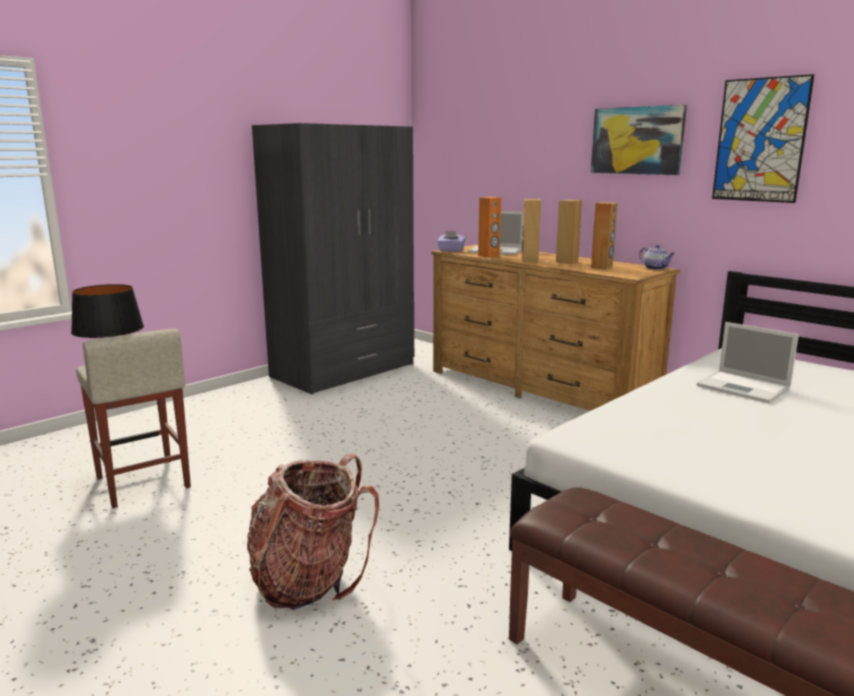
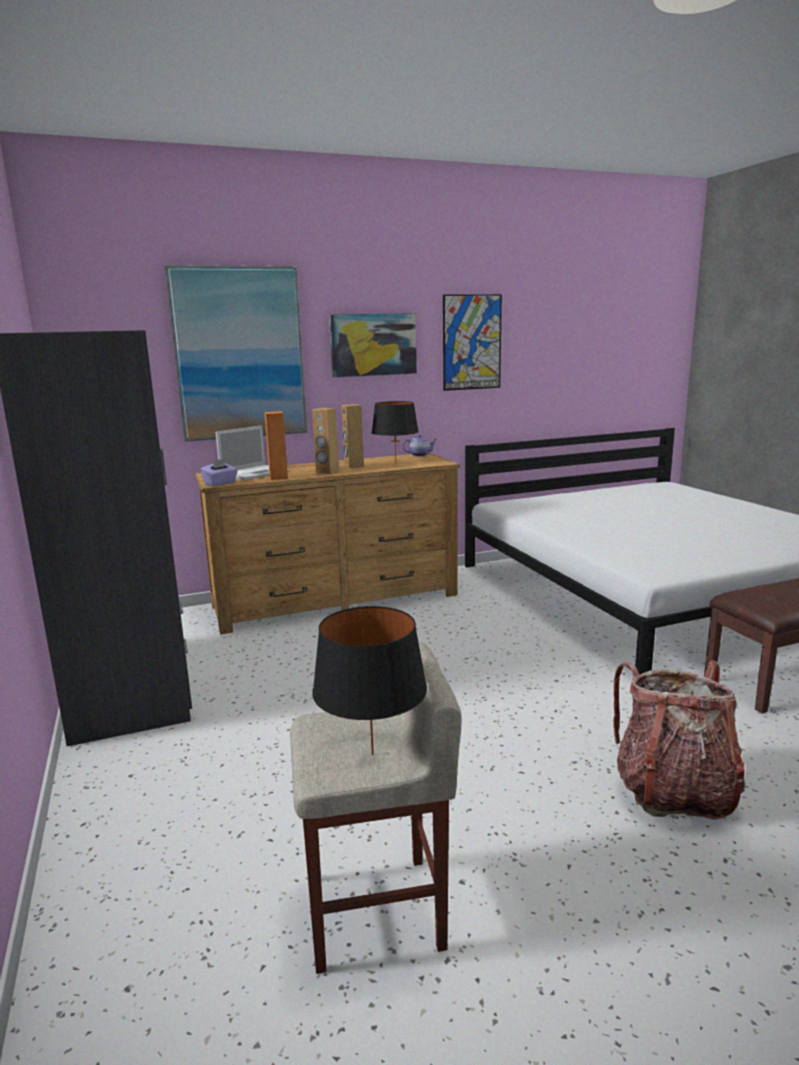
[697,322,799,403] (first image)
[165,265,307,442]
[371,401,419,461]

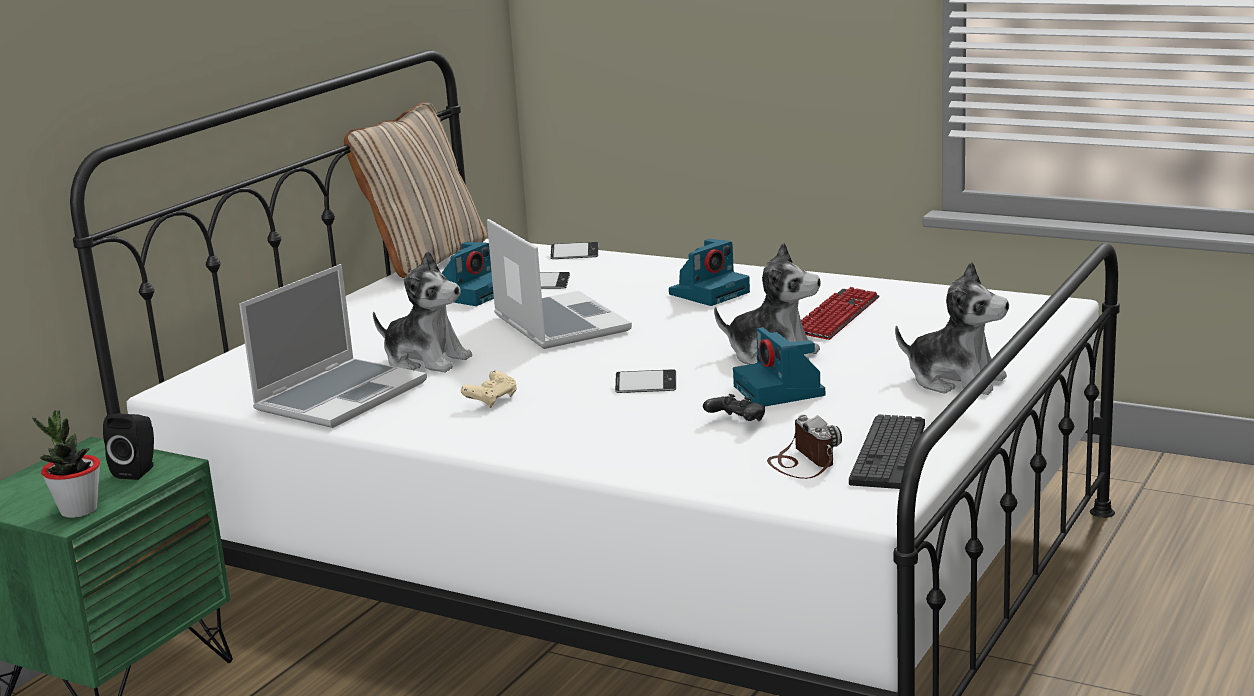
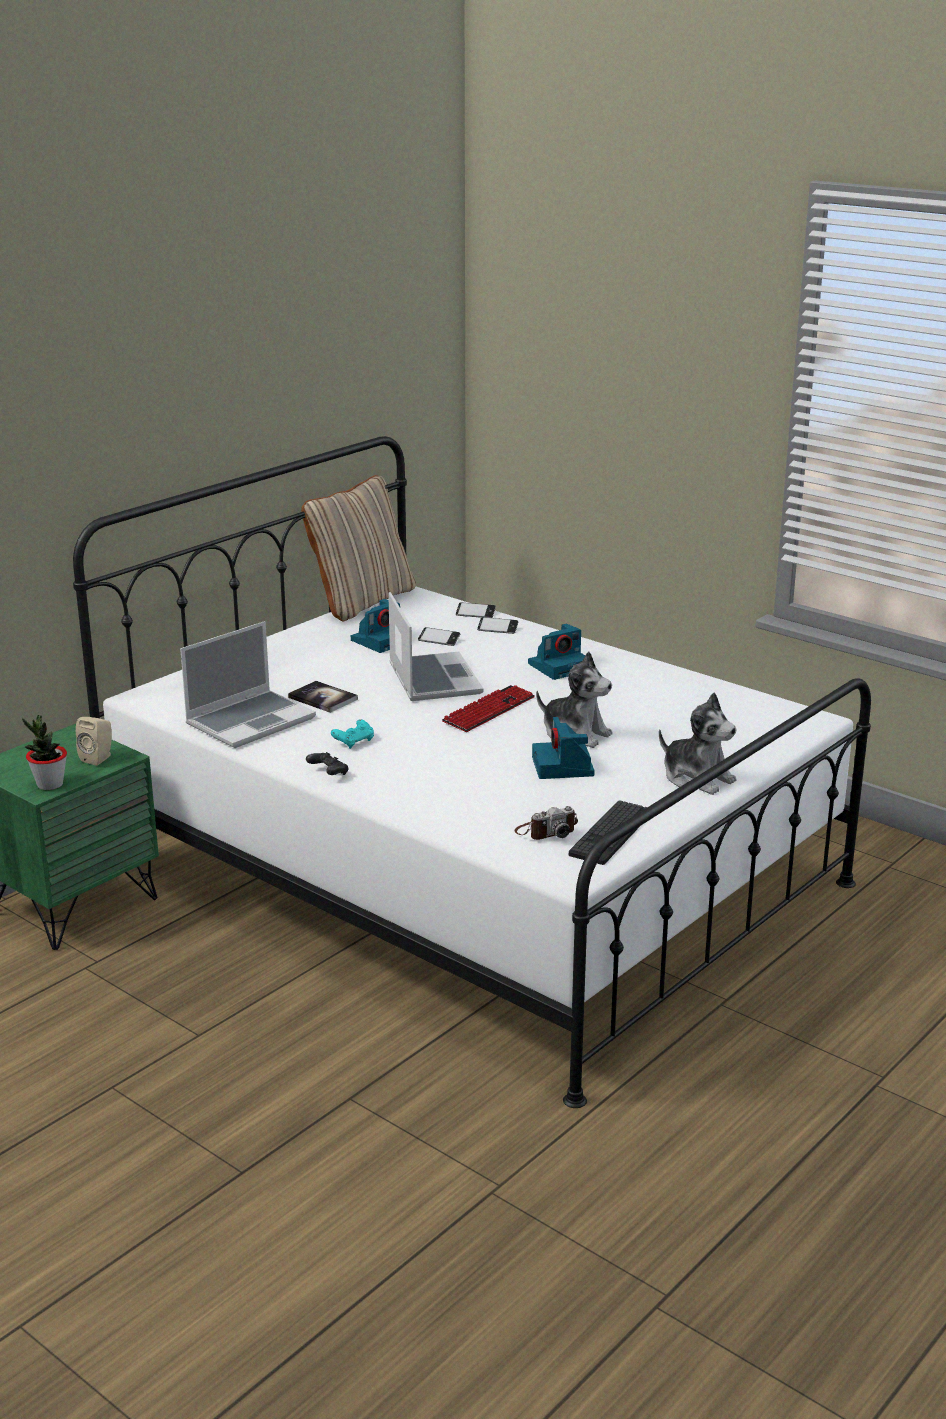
[477,617,518,634]
[306,752,349,775]
[442,685,535,732]
[288,681,358,713]
[76,717,112,766]
[331,719,374,749]
[514,806,578,840]

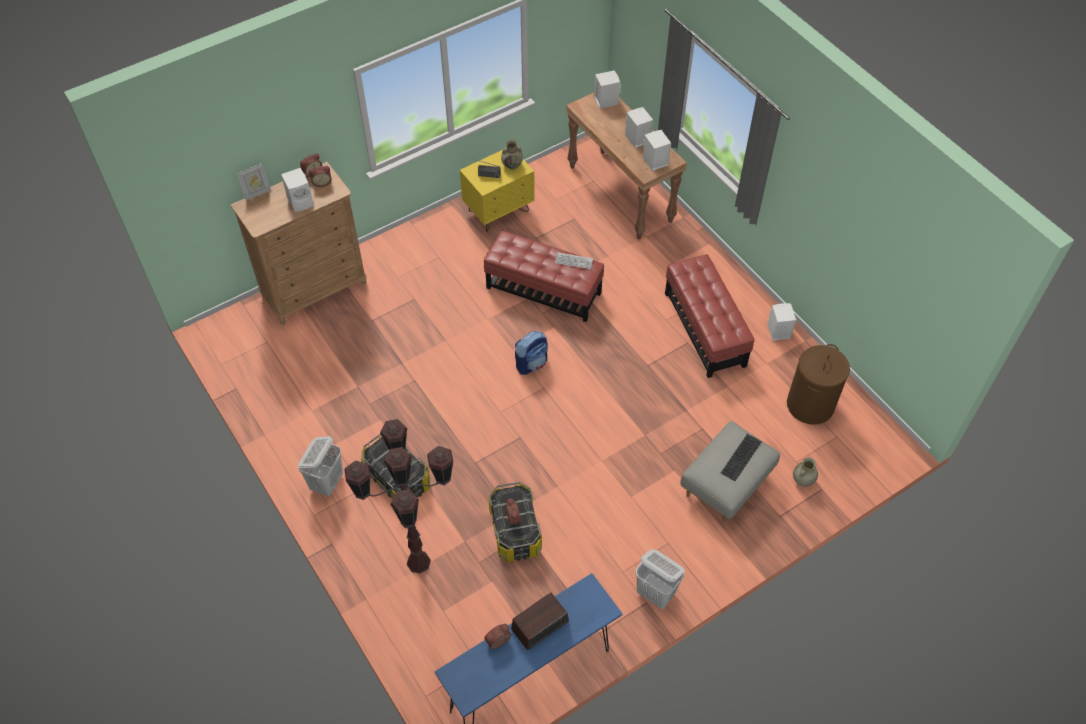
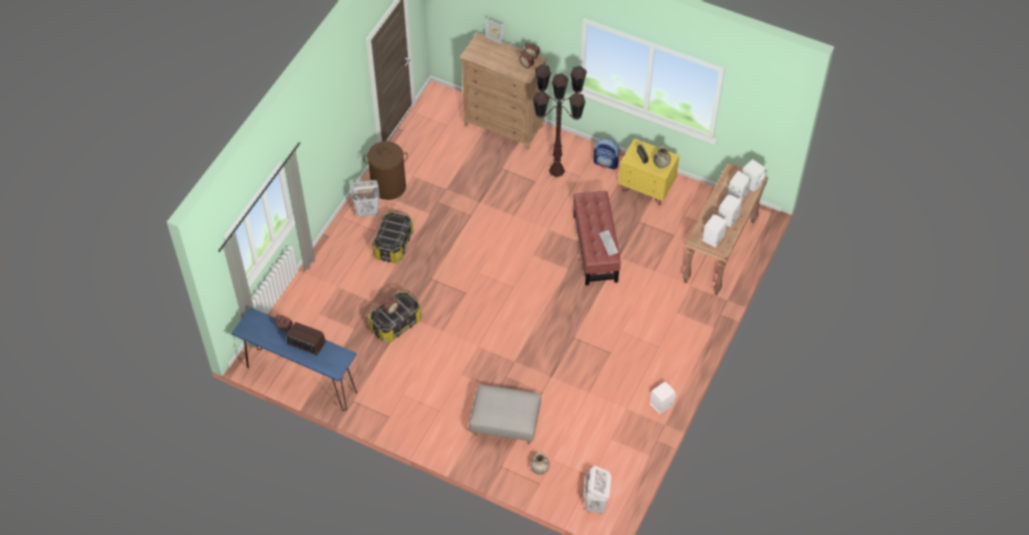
[665,254,754,378] (first image)
[721,434,762,481] (first image)
[728,171,752,201]
[533,64,587,177]
[593,139,620,170]
[584,466,611,514]
[363,141,408,200]

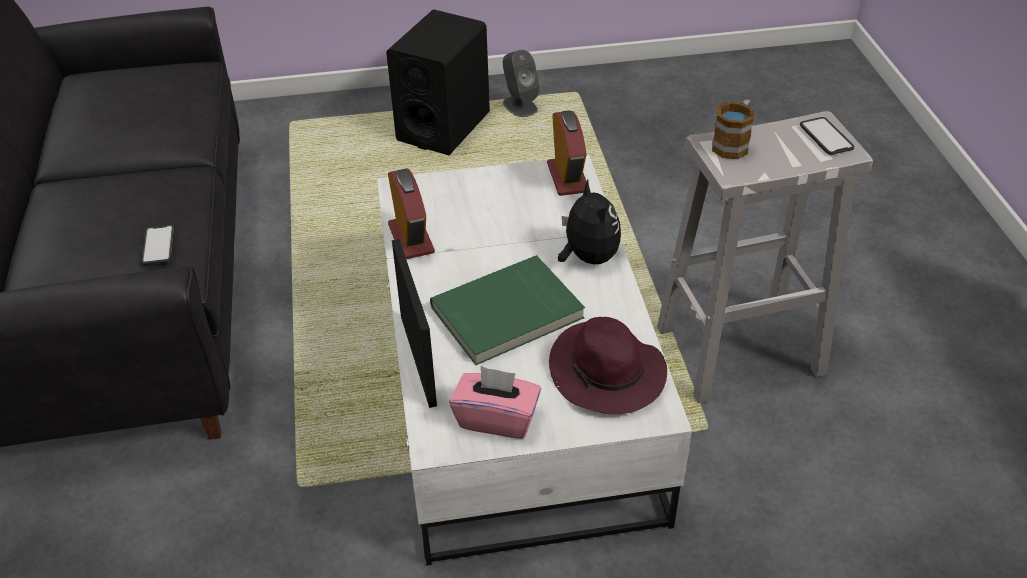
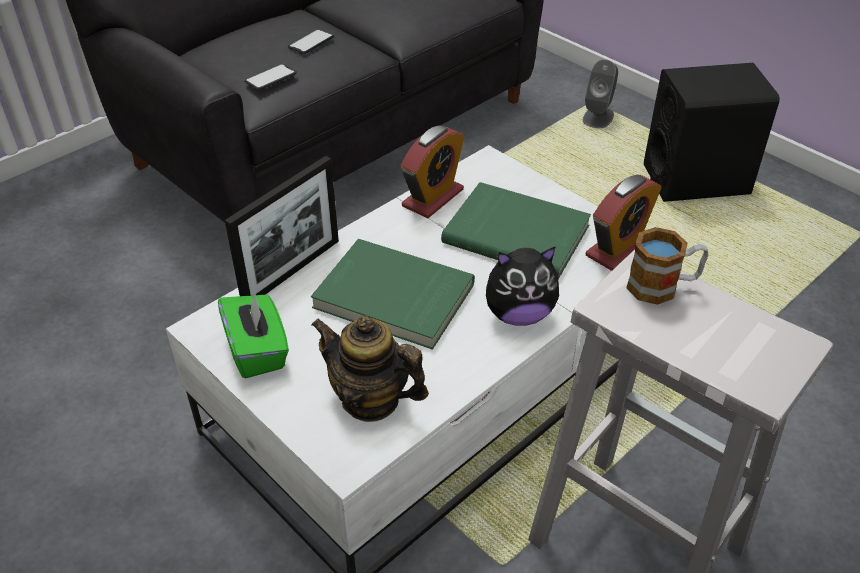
[441,182,591,279]
[583,59,618,128]
[288,29,334,54]
[311,316,429,422]
[218,290,289,378]
[486,246,559,326]

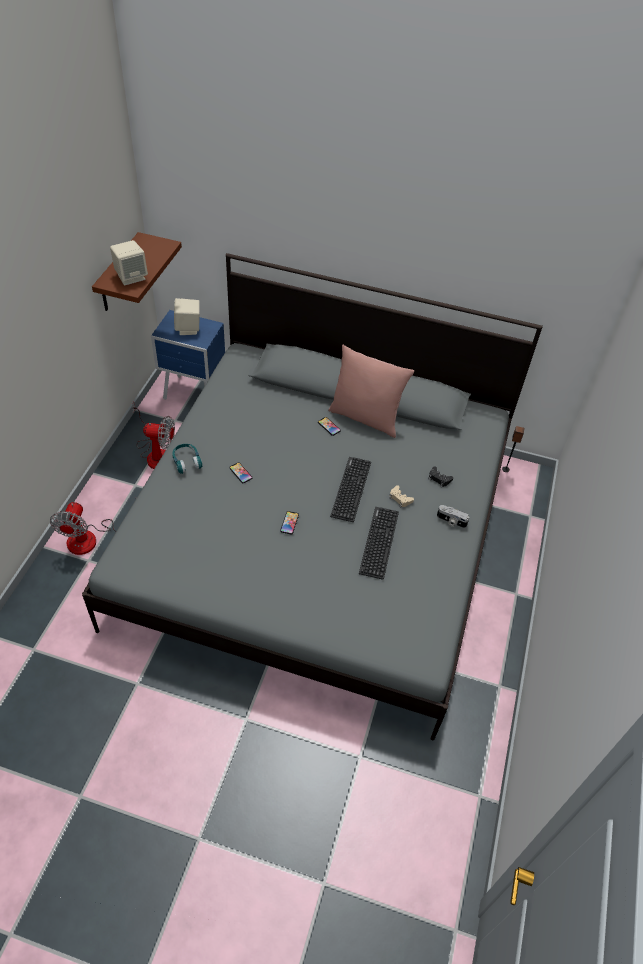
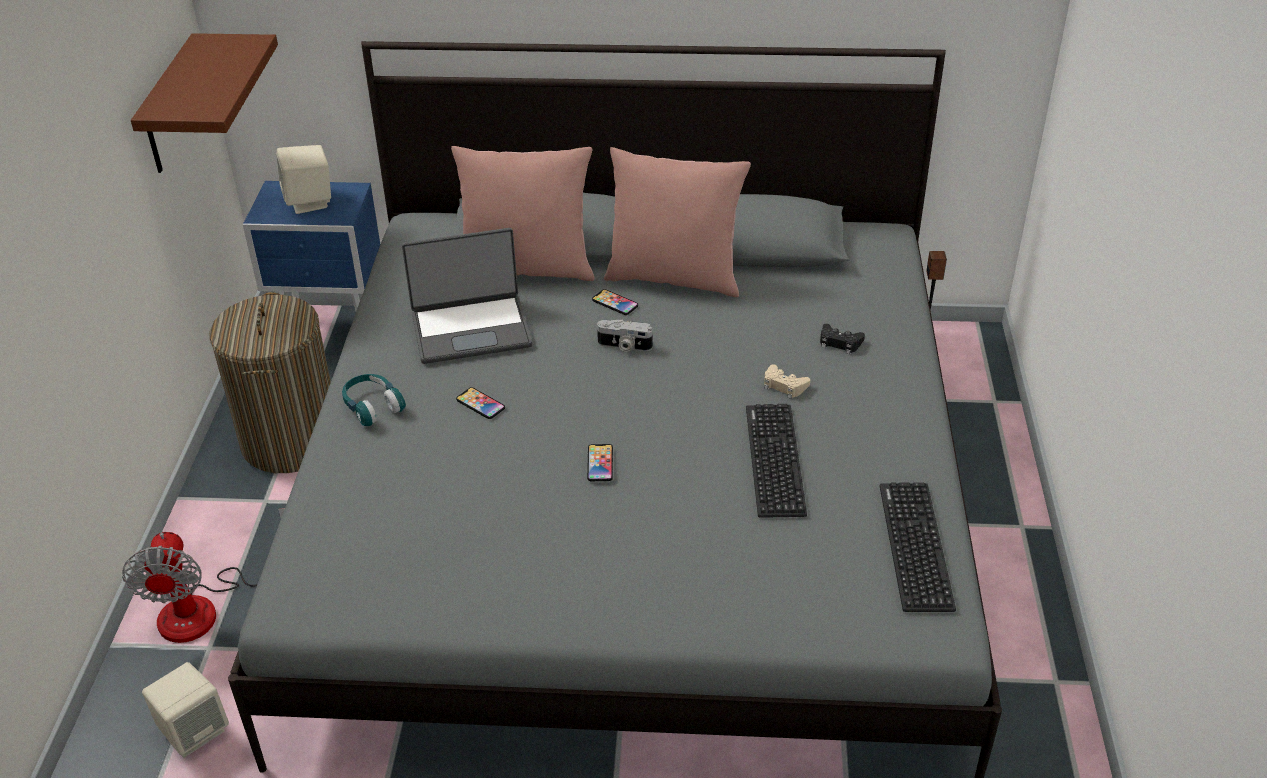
[402,228,532,364]
[451,146,595,281]
[142,662,229,758]
[879,482,956,612]
[597,319,653,352]
[210,292,331,473]

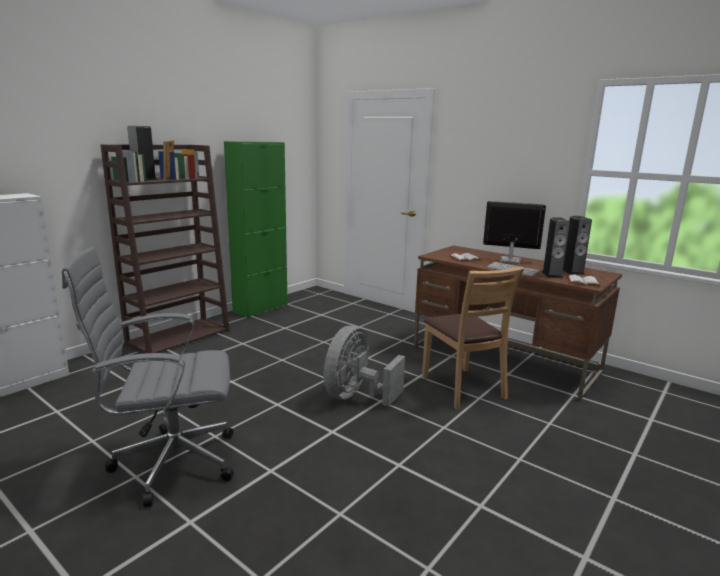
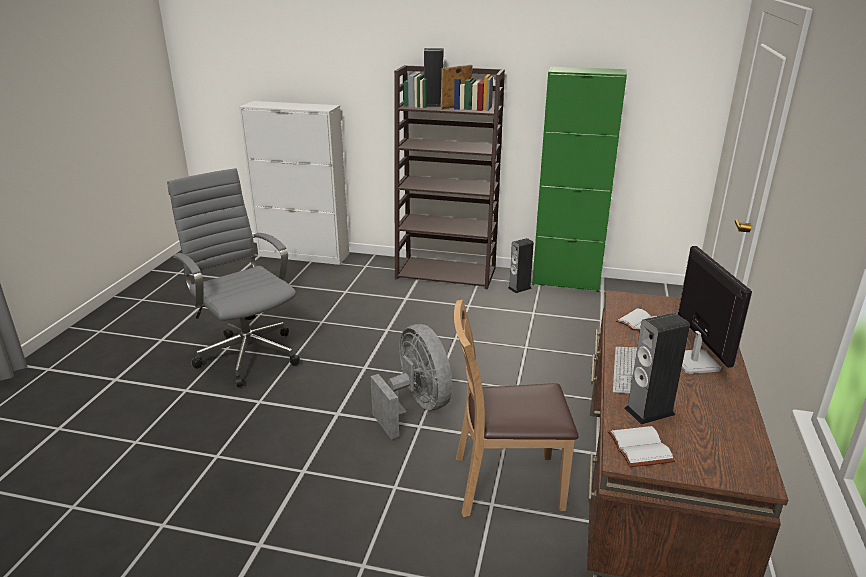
[508,238,534,293]
[371,324,452,439]
[454,300,579,517]

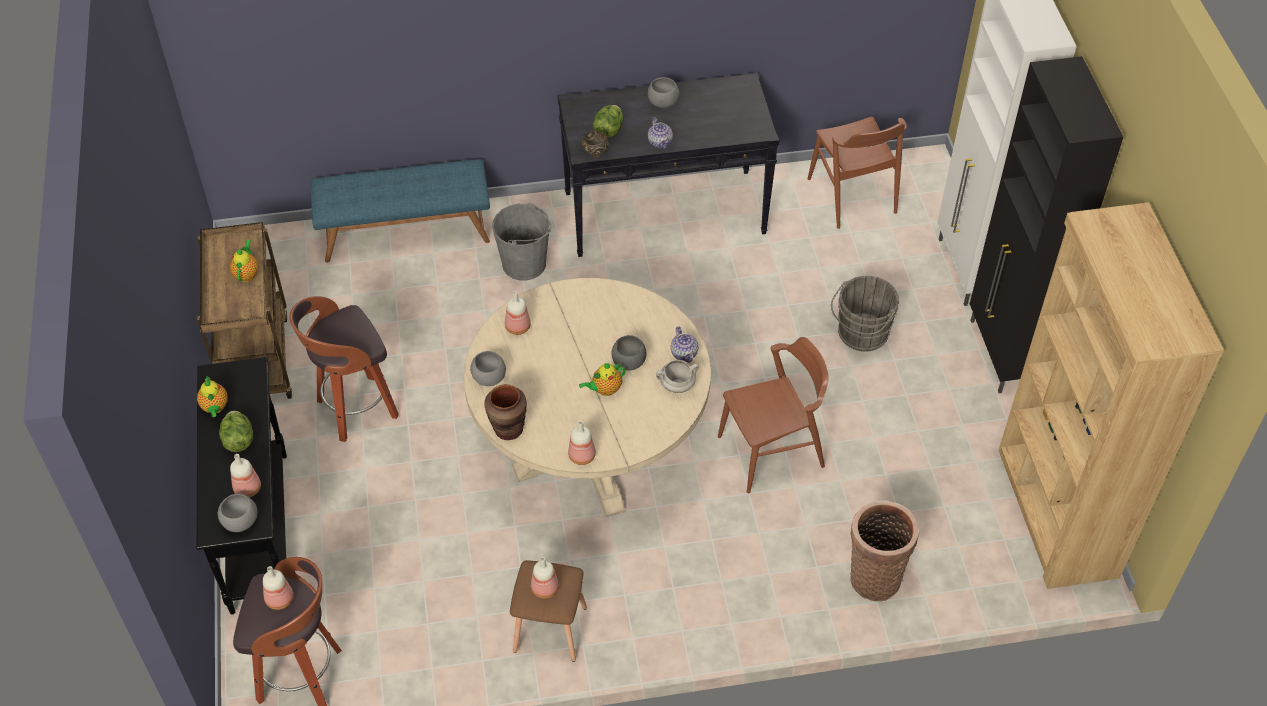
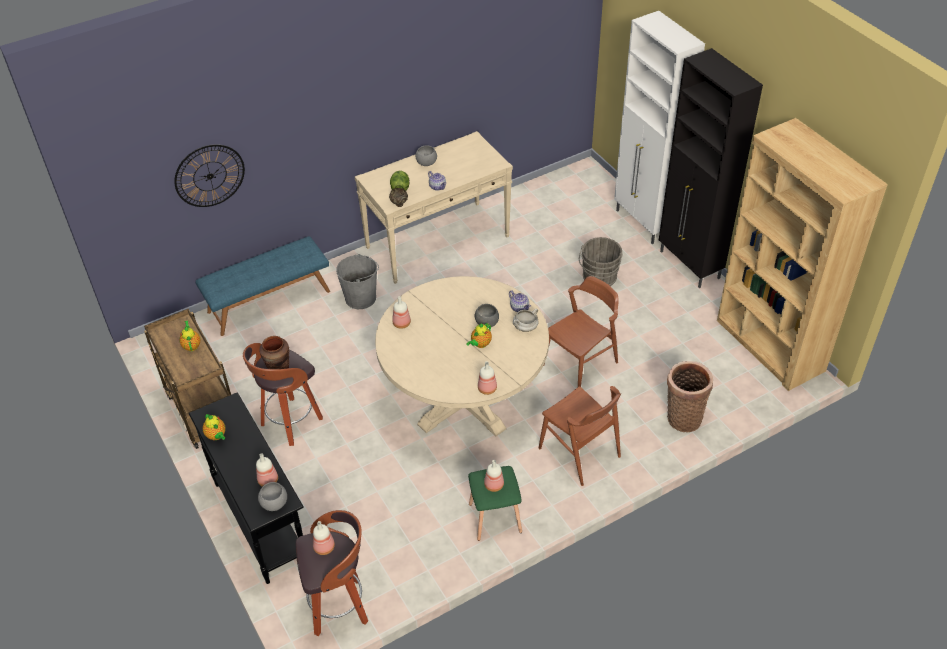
[219,410,253,452] (first image)
[470,351,506,386] (first image)
[174,144,245,207]
[259,336,289,369]
[539,386,621,486]
[468,466,522,541]
[355,131,513,284]

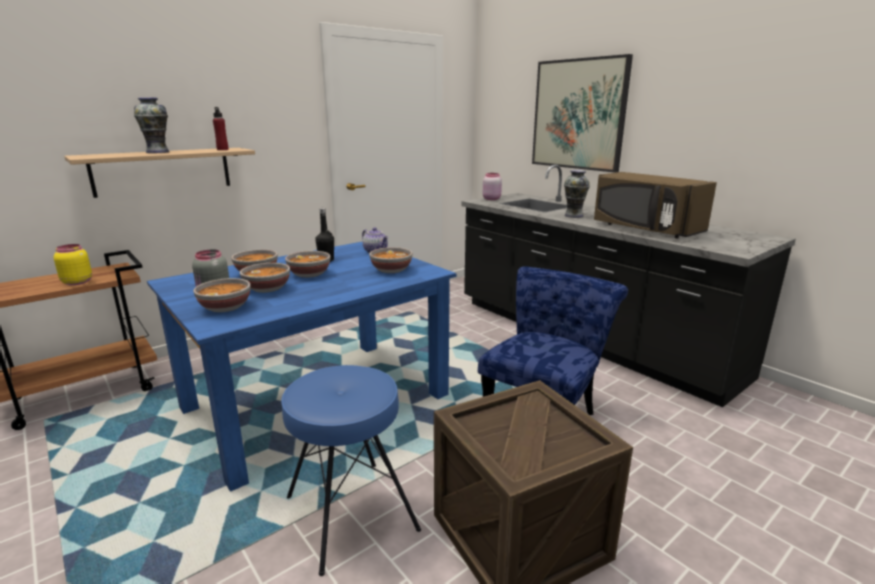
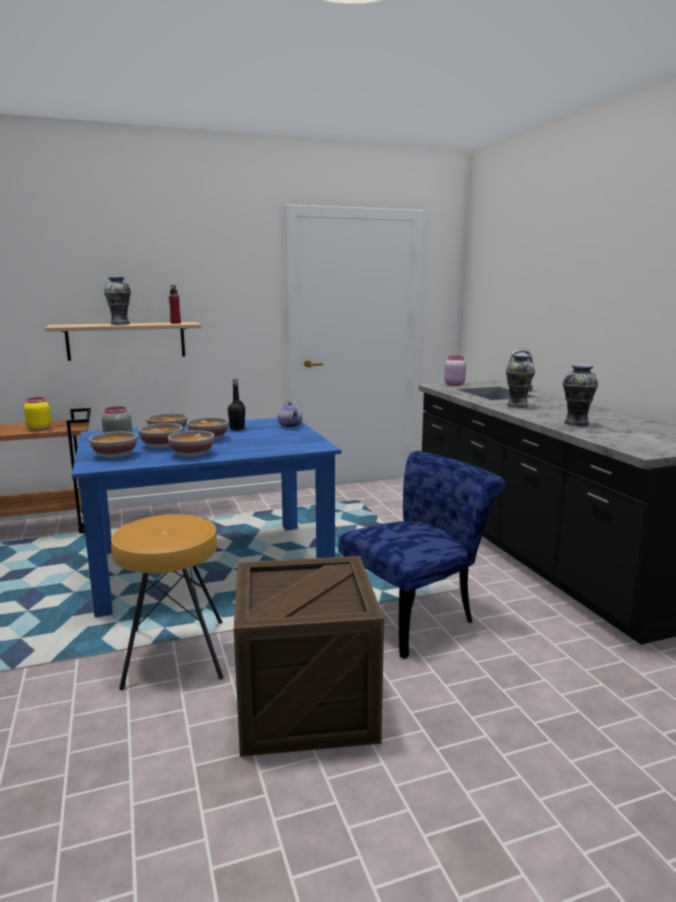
[532,54,633,173] (first image)
[168,430,214,457]
[562,364,598,426]
[111,514,224,690]

